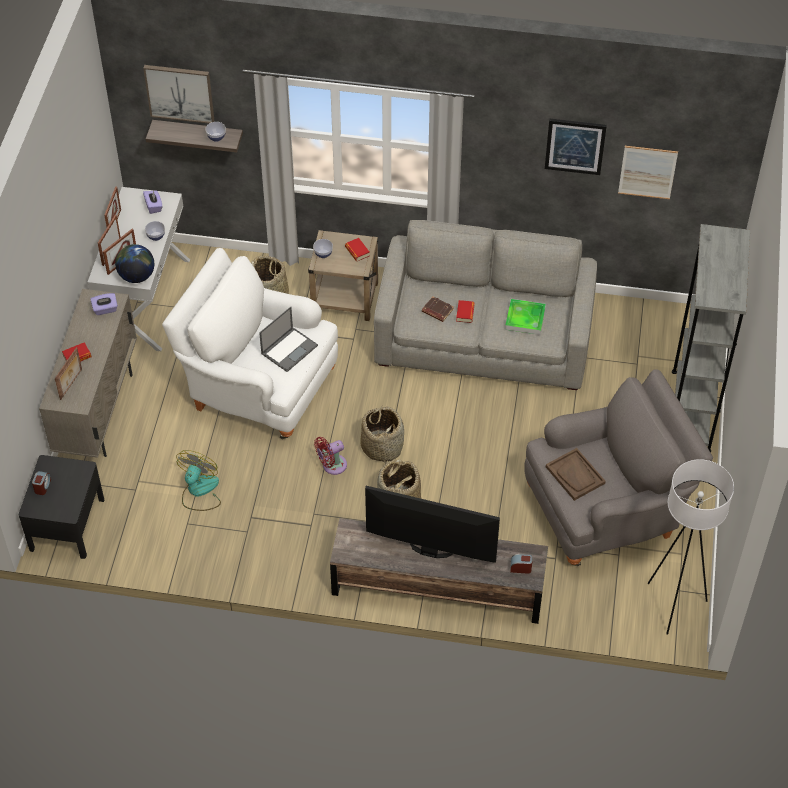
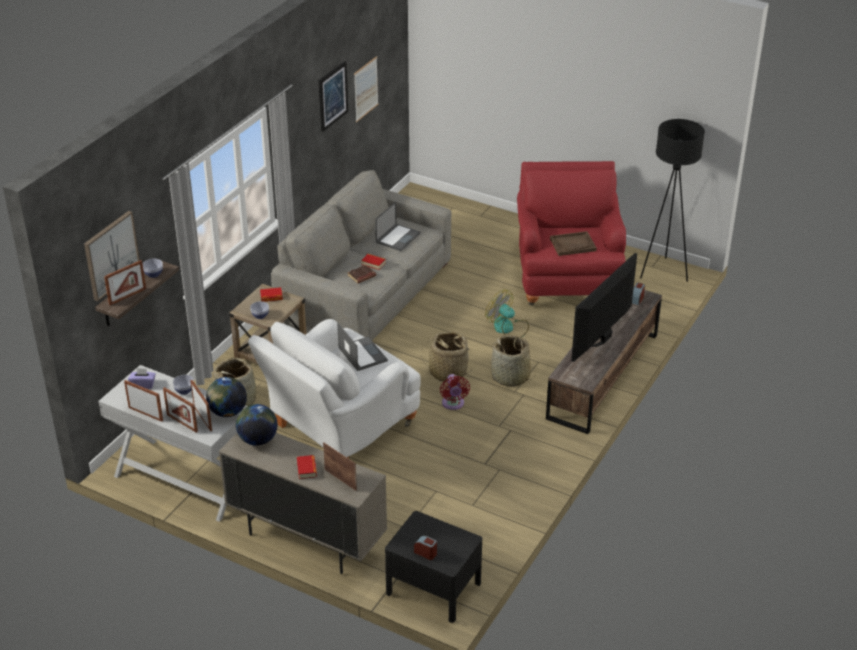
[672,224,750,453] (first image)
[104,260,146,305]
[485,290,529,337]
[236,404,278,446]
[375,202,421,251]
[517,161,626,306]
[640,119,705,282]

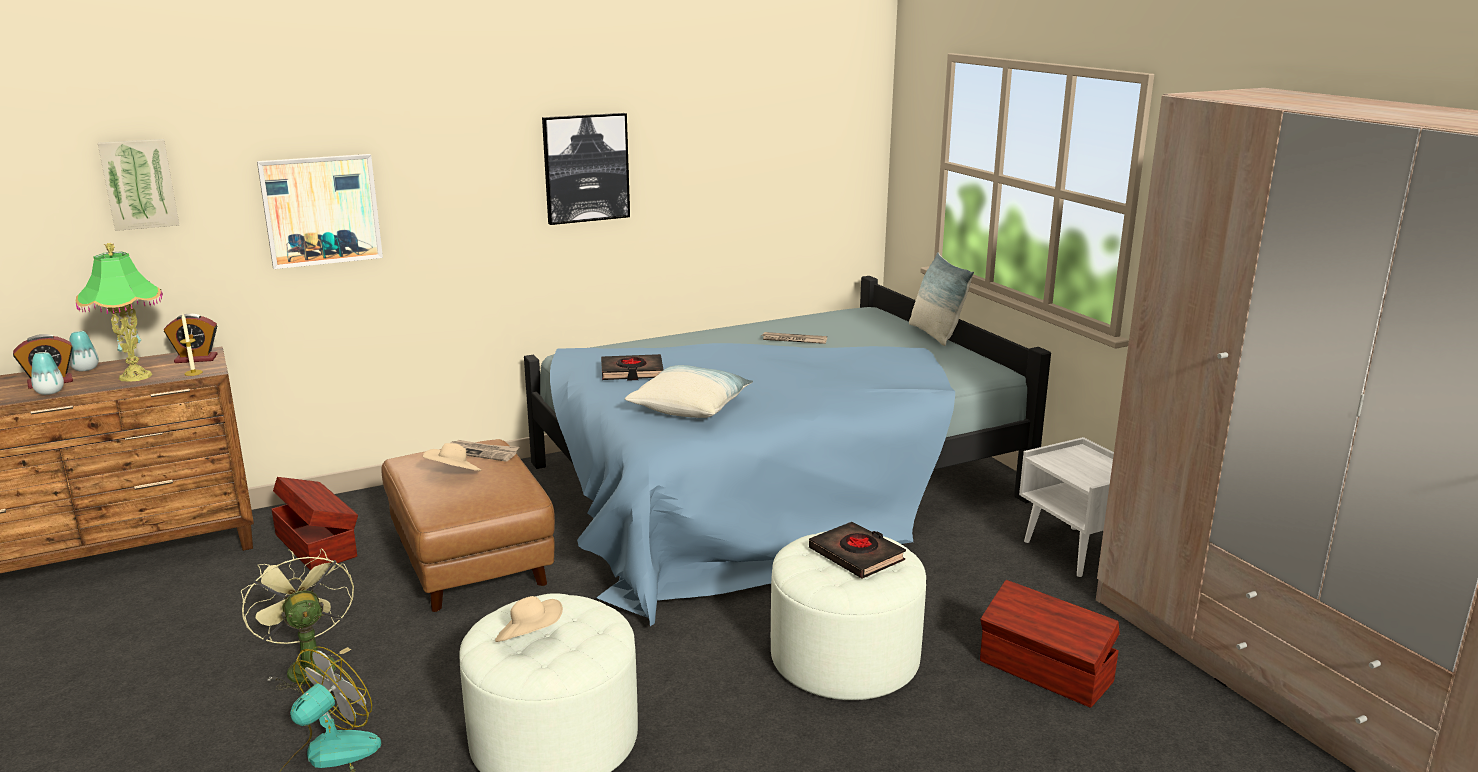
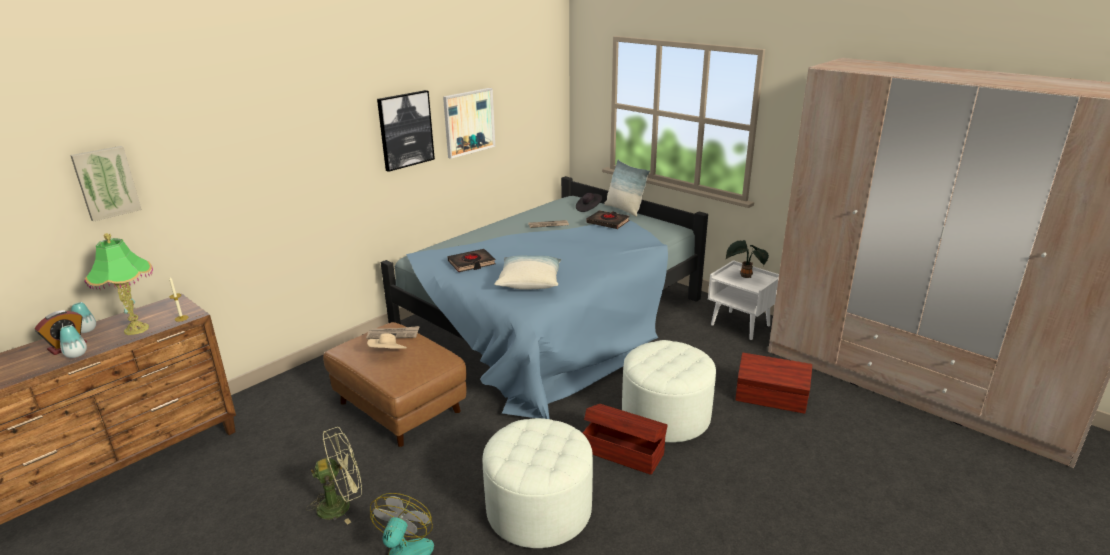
[164,314,218,363] (first image)
[495,596,563,642] (first image)
[576,193,603,212]
[726,240,769,278]
[443,88,495,159]
[583,404,668,475]
[587,210,630,229]
[306,427,362,524]

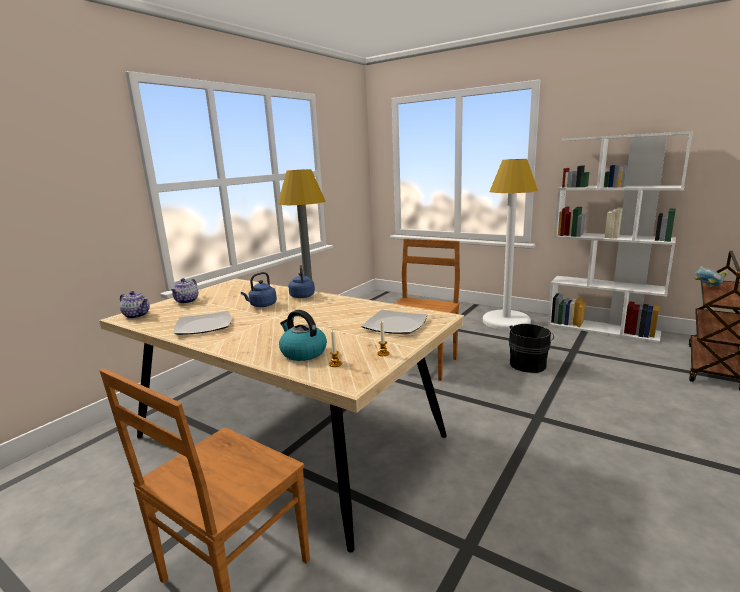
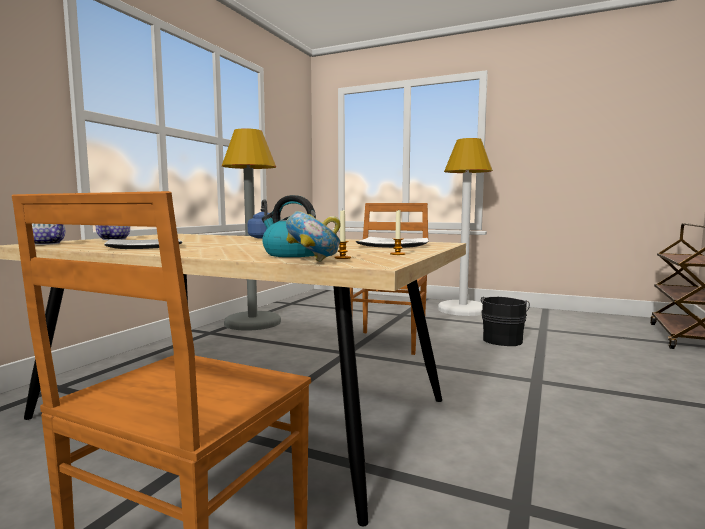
[241,272,277,307] (first image)
[548,131,693,343] (first image)
[286,211,341,262]

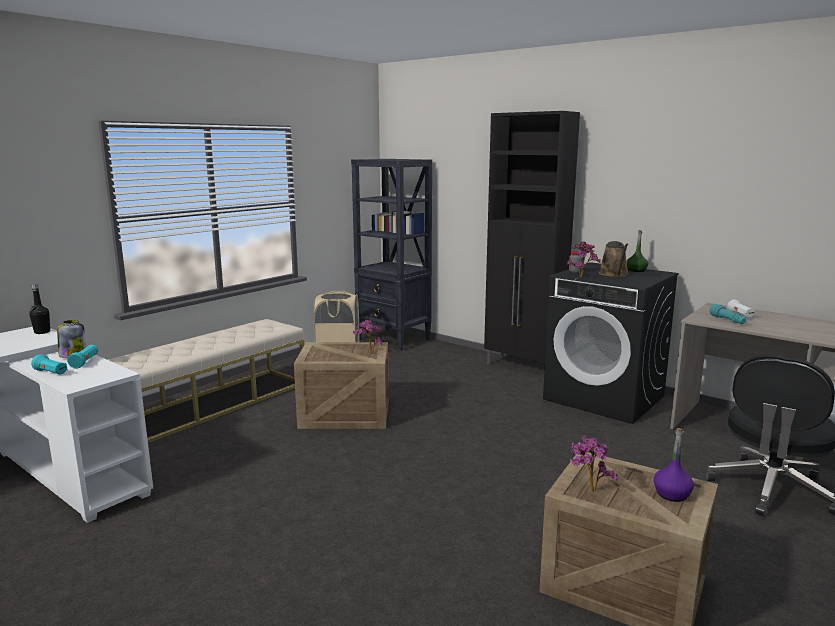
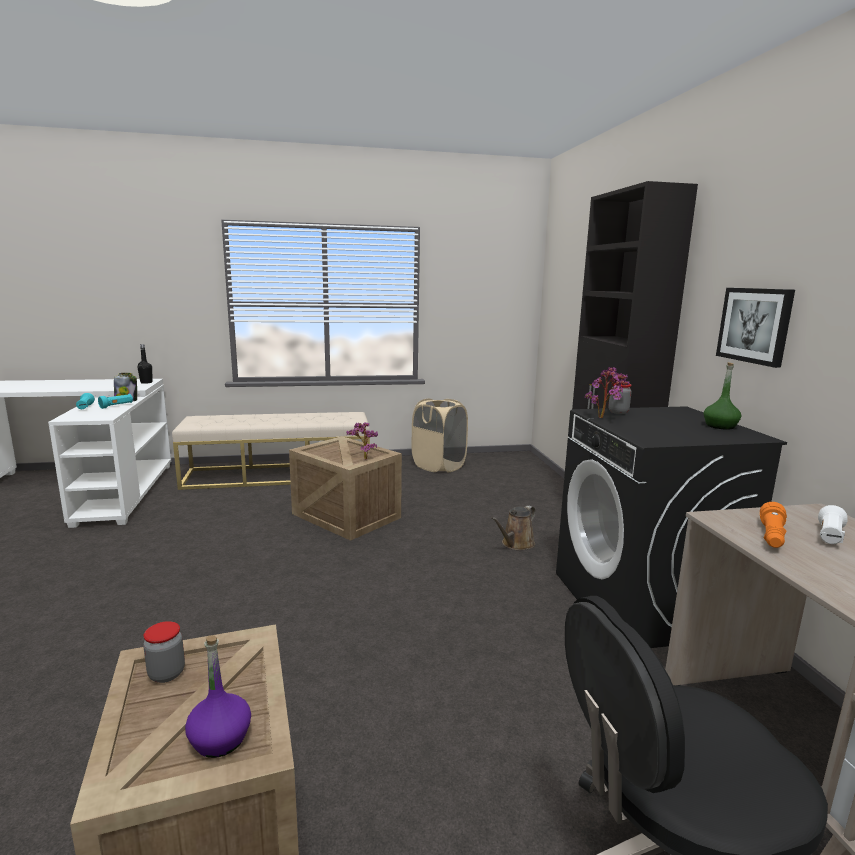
[351,159,432,351] (first image)
[716,288,795,368]
[491,505,536,550]
[143,621,185,683]
[760,502,787,548]

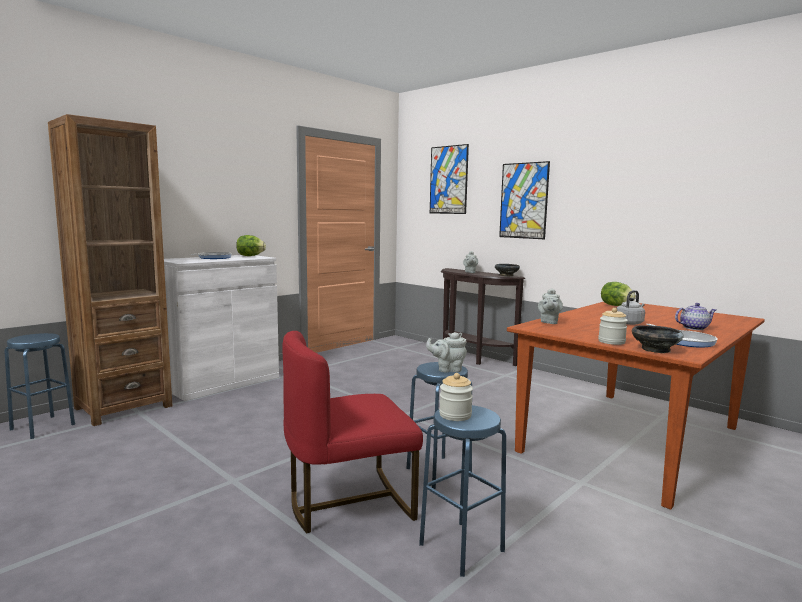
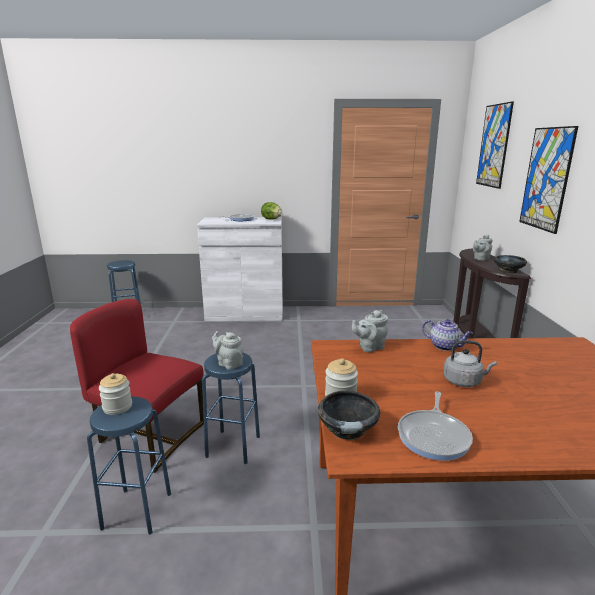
[48,114,172,426] (first image)
[601,282,636,306] (first image)
[422,319,473,351]

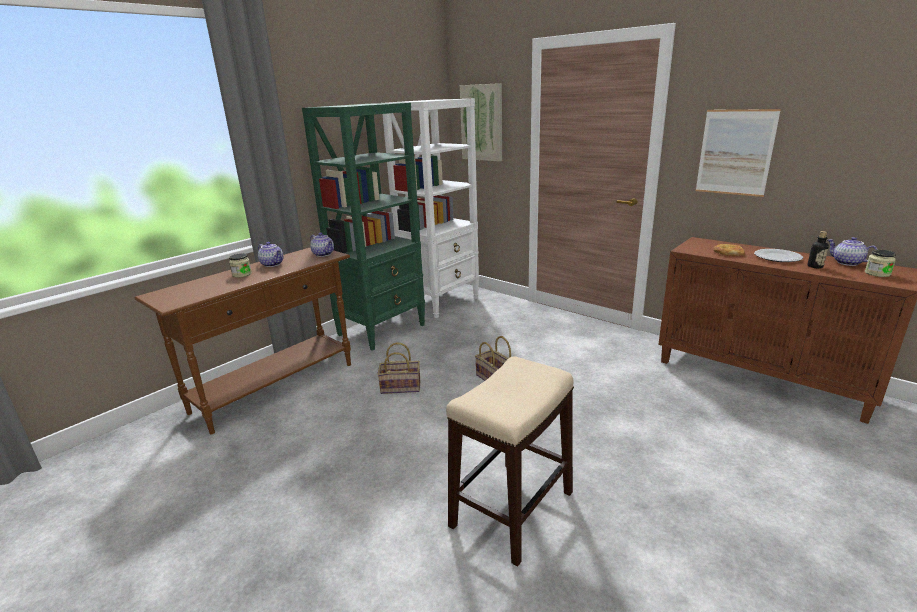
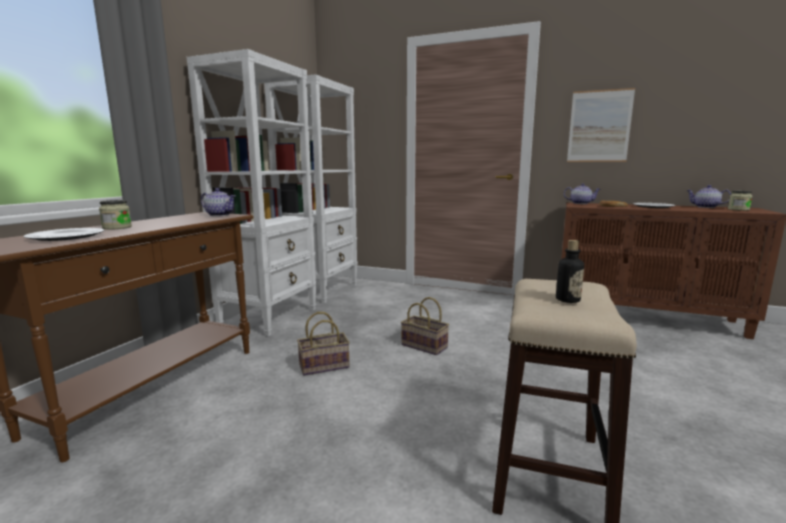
[460,83,502,162] (first image)
[24,228,104,241]
[564,183,601,204]
[556,240,584,303]
[187,49,317,336]

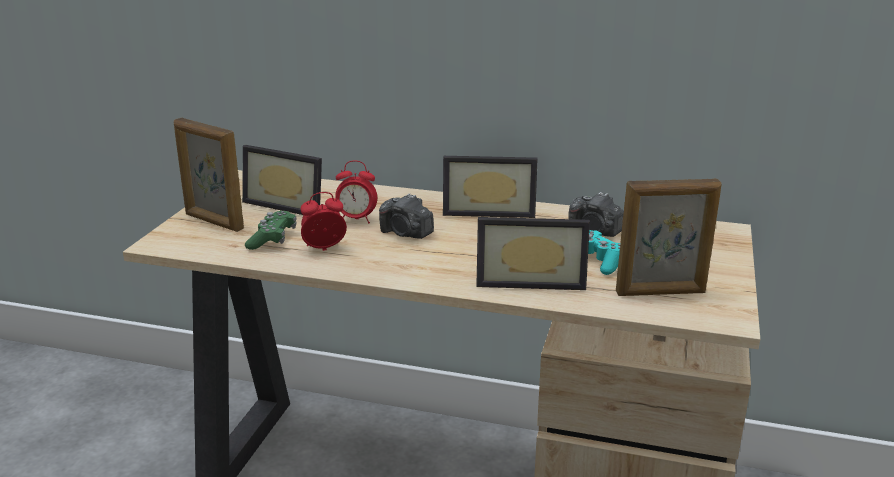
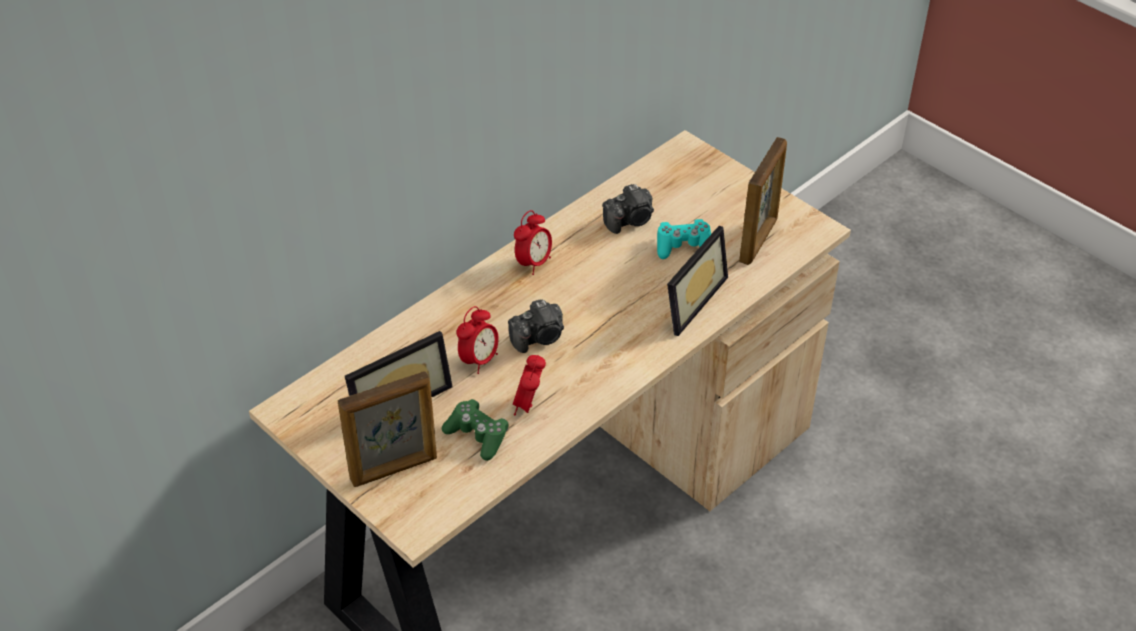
[514,210,552,275]

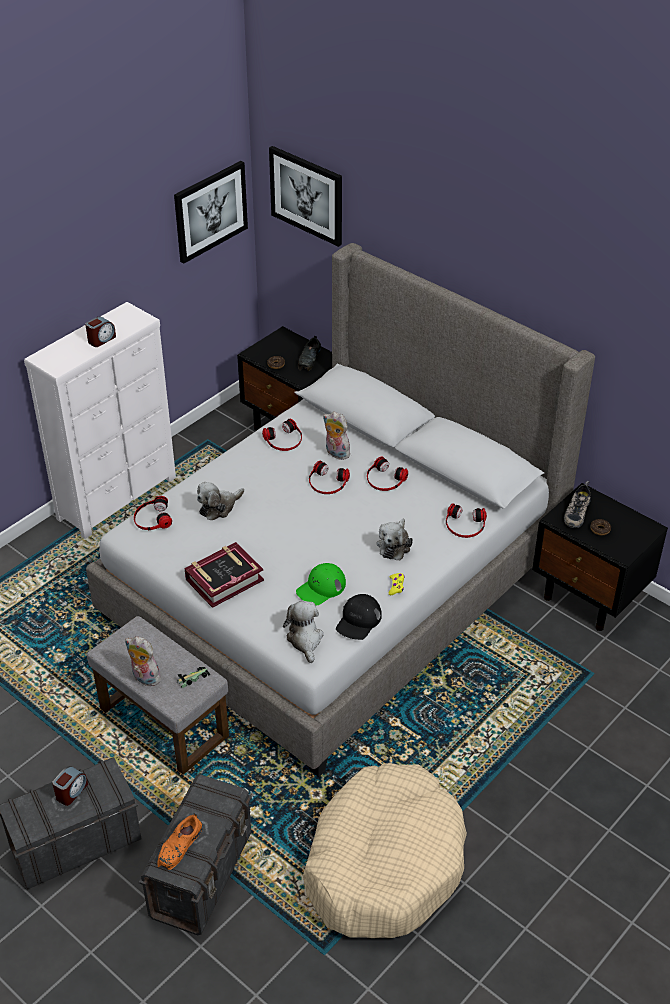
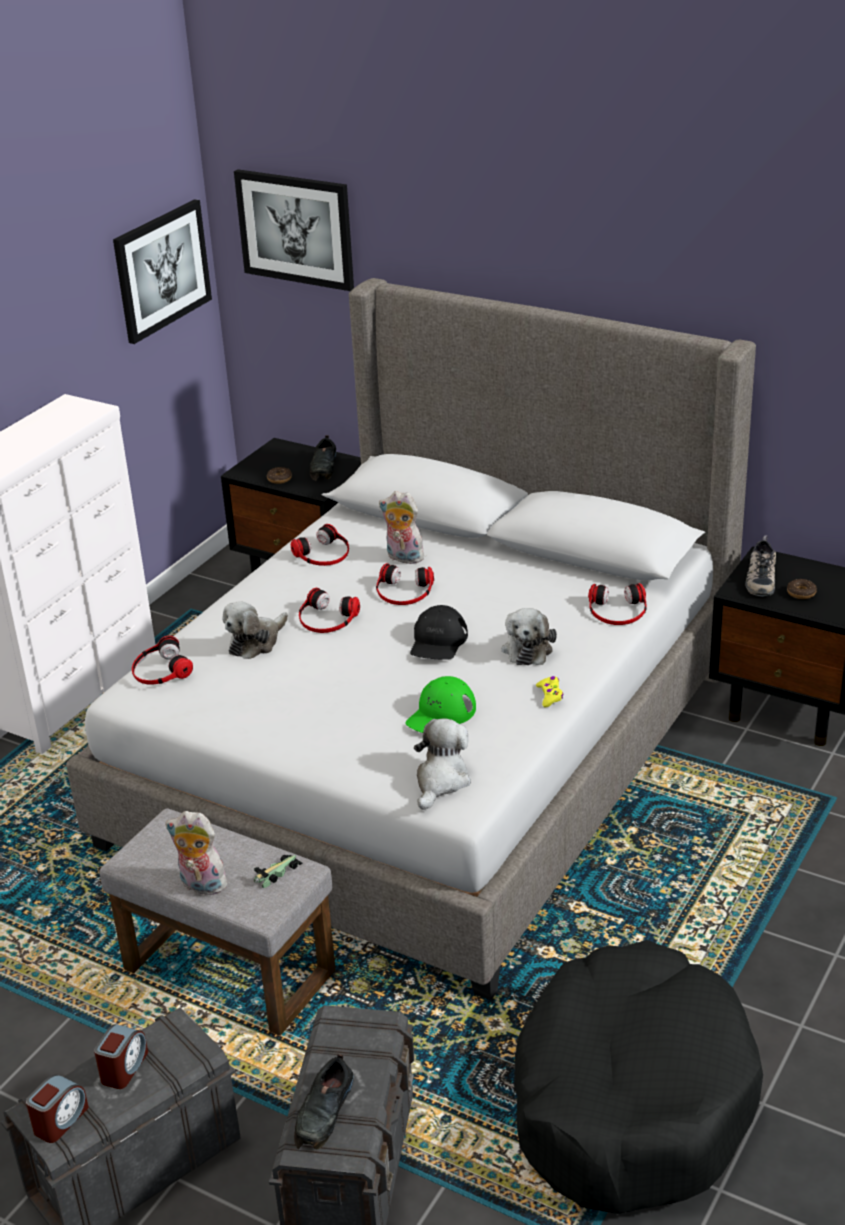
[184,542,264,608] (first image)
[26,1075,89,1143]
[410,605,468,660]
[299,588,360,633]
[294,1054,354,1149]
[514,940,763,1214]
[414,718,471,810]

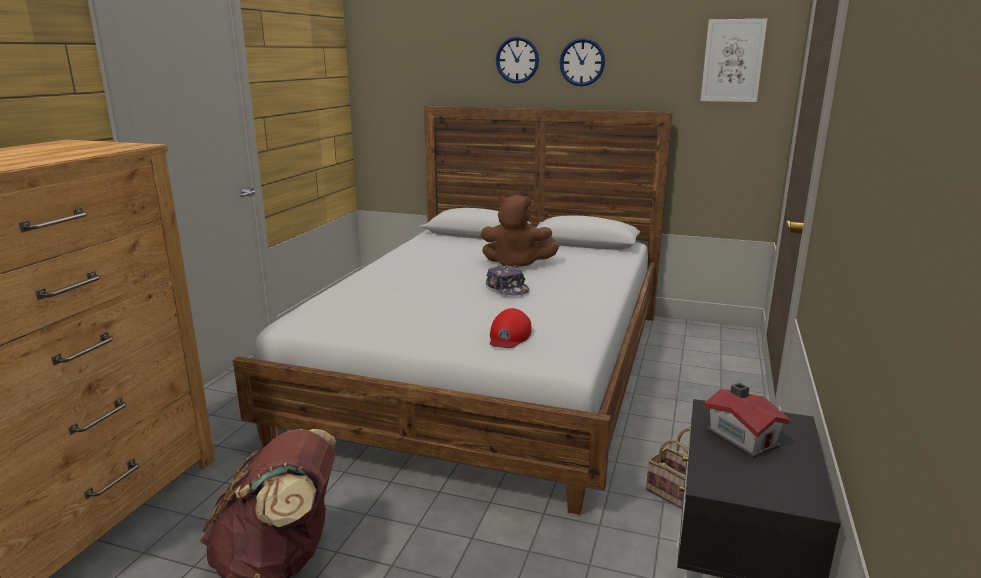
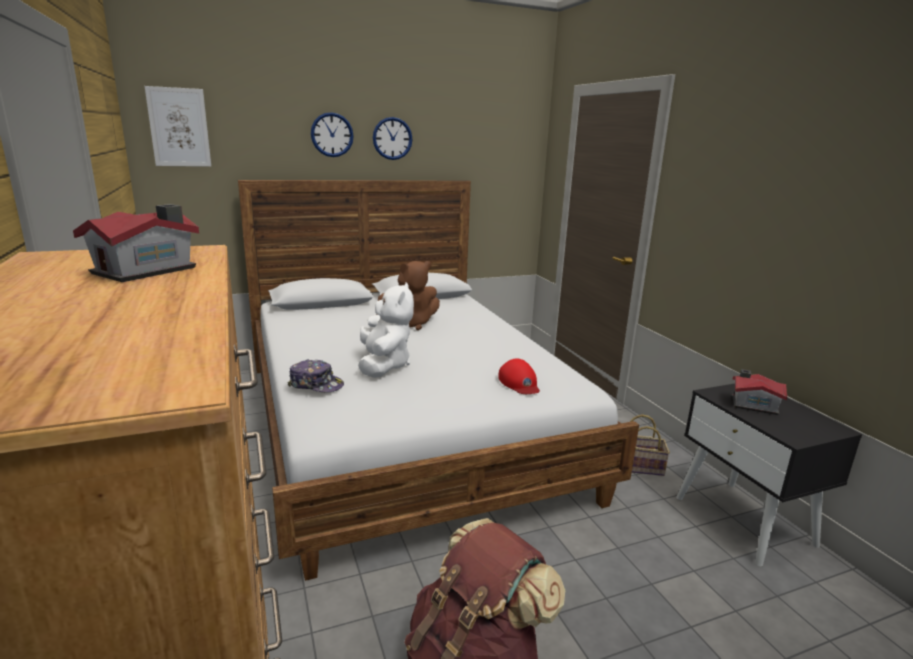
[73,204,199,282]
[358,282,414,378]
[288,359,344,392]
[145,86,211,167]

